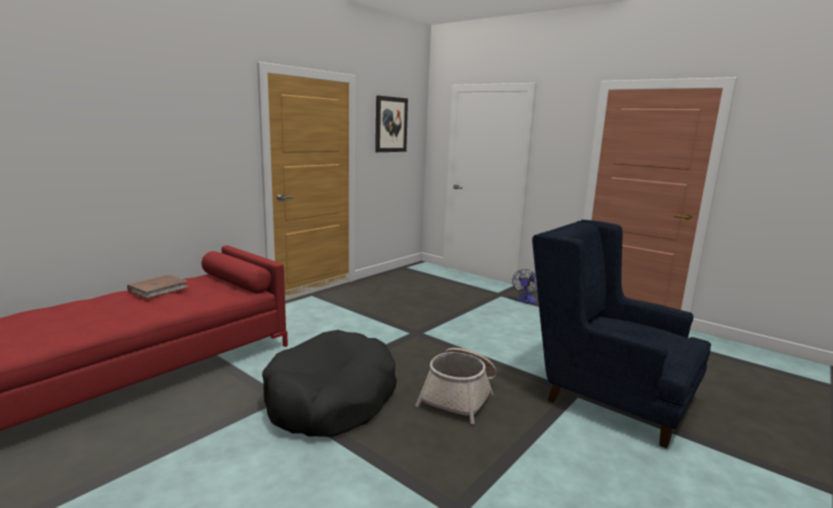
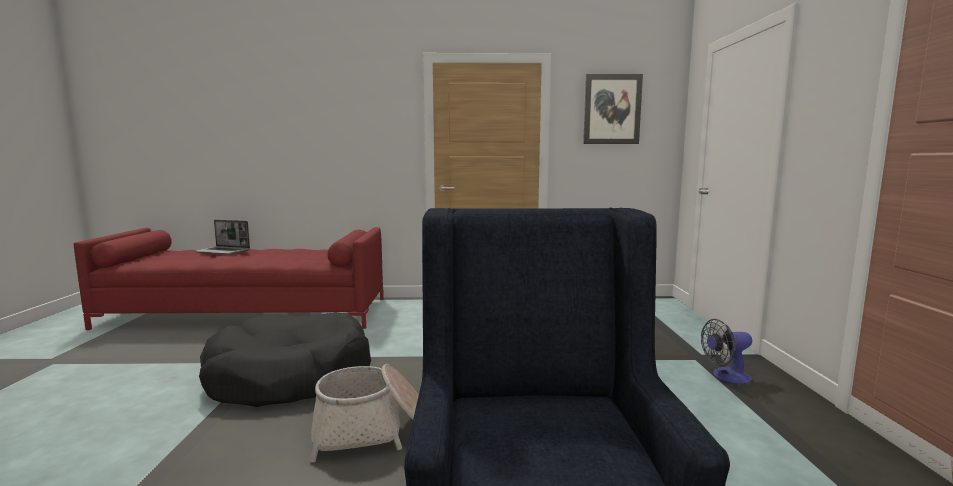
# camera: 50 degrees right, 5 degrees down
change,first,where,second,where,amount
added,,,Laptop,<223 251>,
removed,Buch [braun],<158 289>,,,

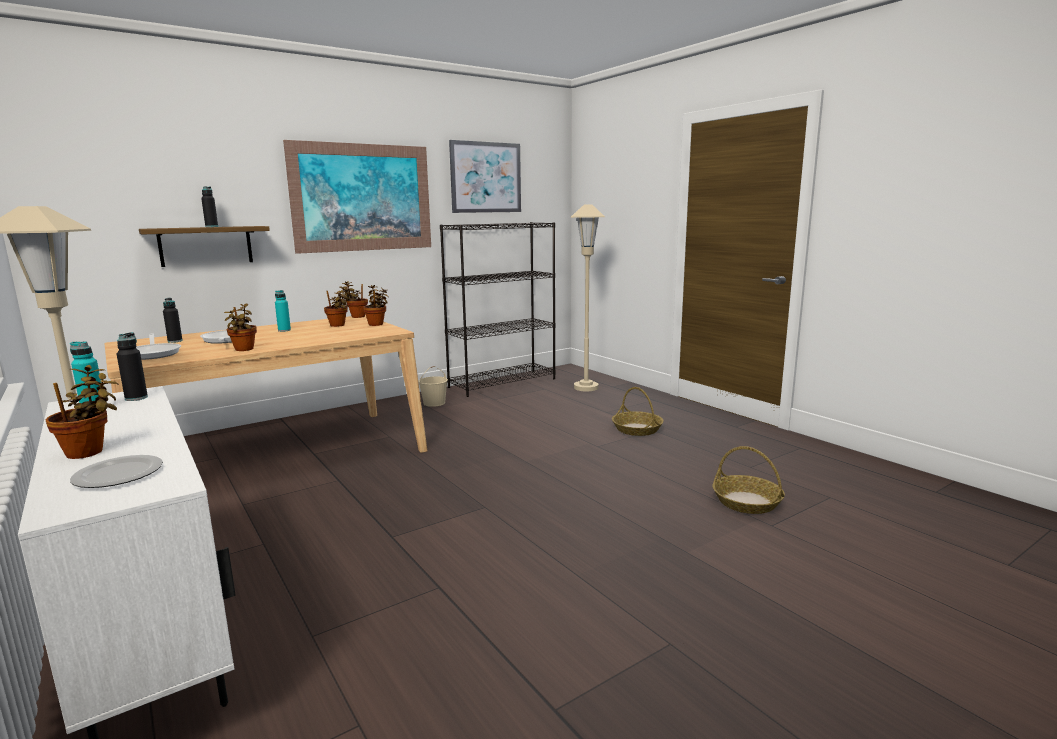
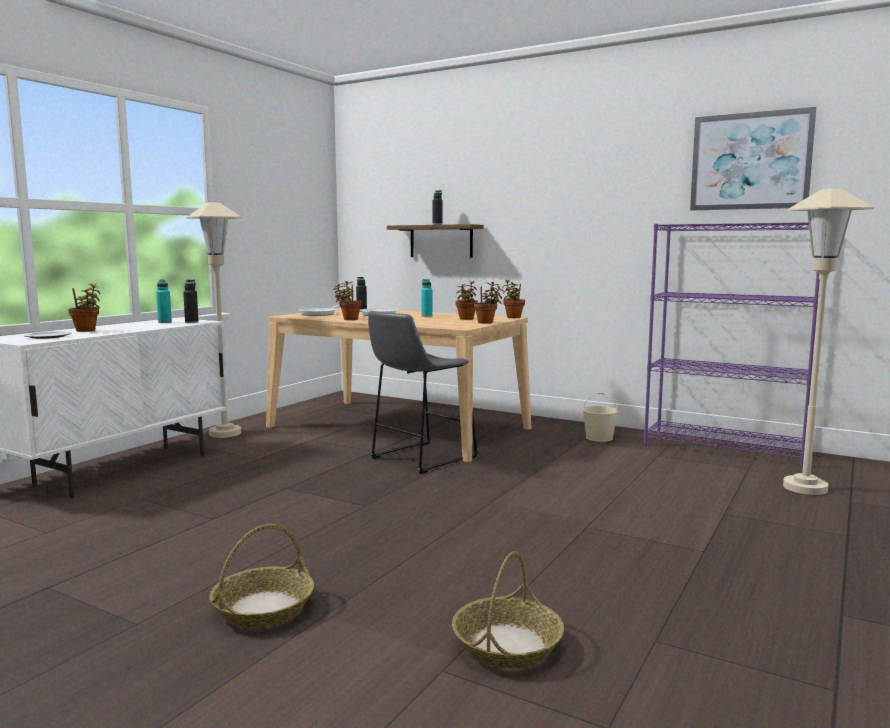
# camera: 65 degrees right, 5 degrees down
change,first,where,second,where,amount
moved,Korb,<636 429>,,<263 608>,
added,,,Hocker [grau],<419 458>,
recoloured,Bücherregal [schwarz],<503 383>,Bücherregal [lila],<725 448>,
removed,Bild,<362 198>,,,

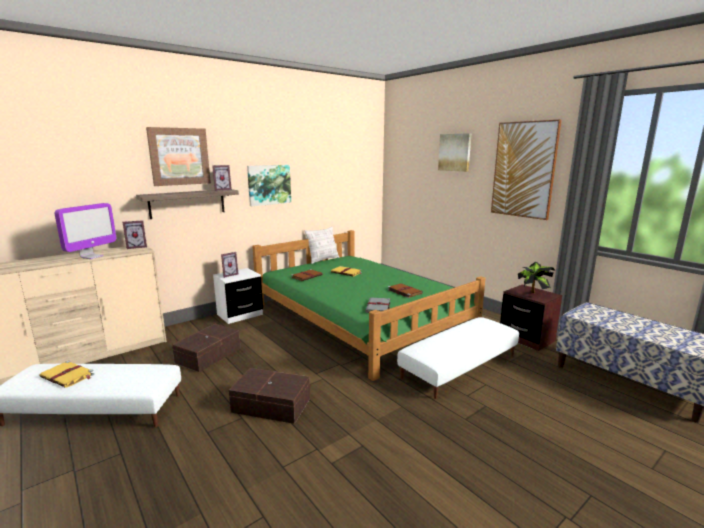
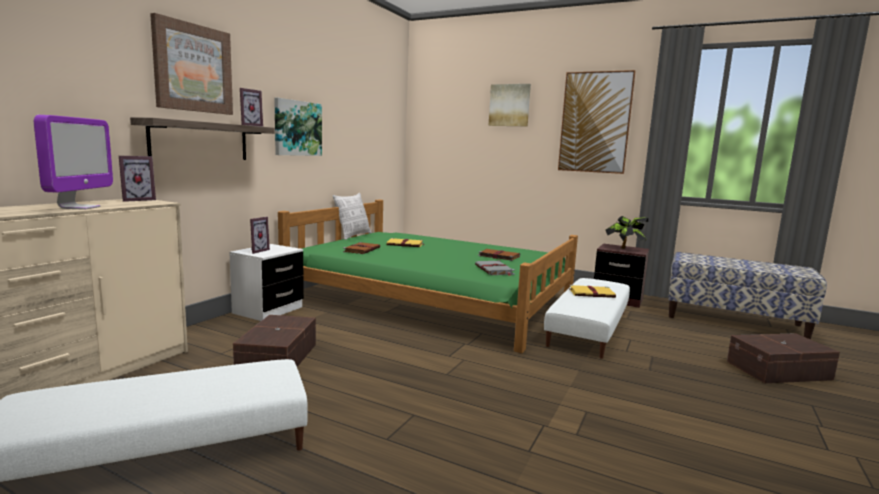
# camera: 25 degrees left, 5 degrees down
change,first,where,second,where,amount
moved,Buch [gelb],<68 376>,,<592 293>,
moved,Aufbewahrungsbox [braun],<271 405>,,<780 371>,

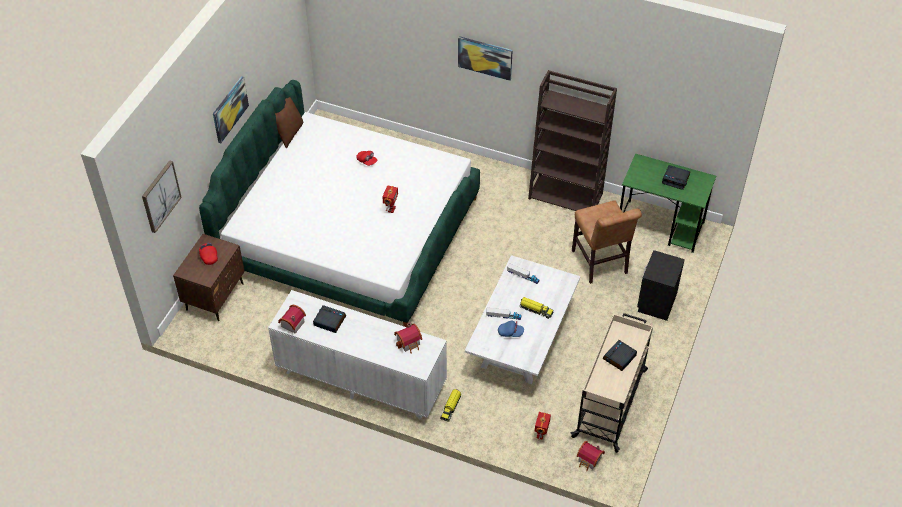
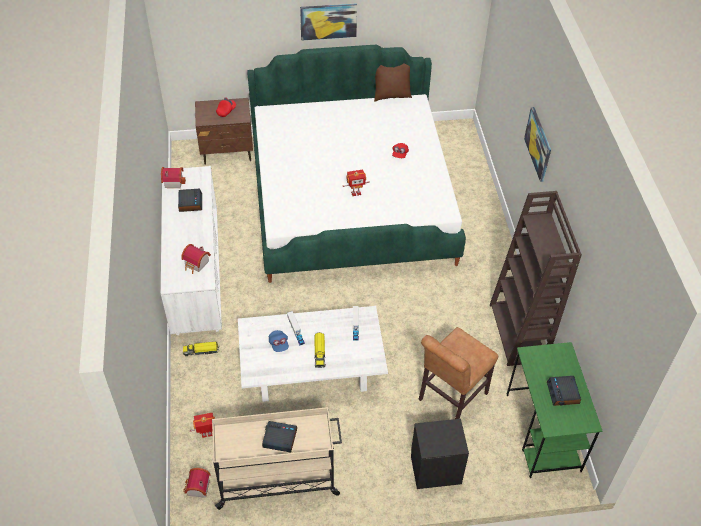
# camera: 60 degrees right, 0 degrees up
change,first,where,second,where,amount
removed,Bild,<160 196>,,,

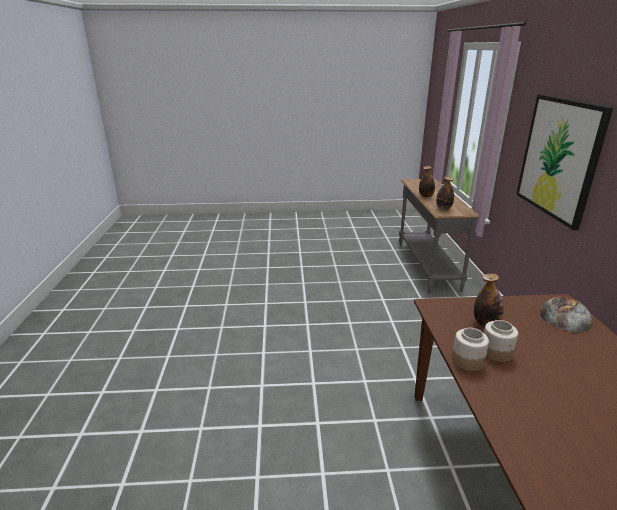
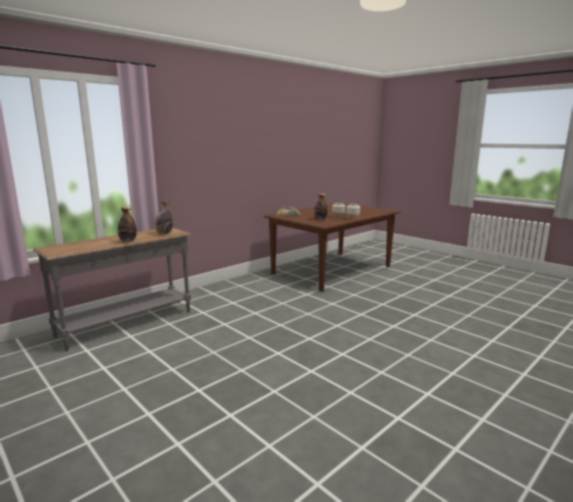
# camera: 130 degrees left, 10 degrees down
change,first,where,second,where,amount
removed,Bild,<559 158>,,,

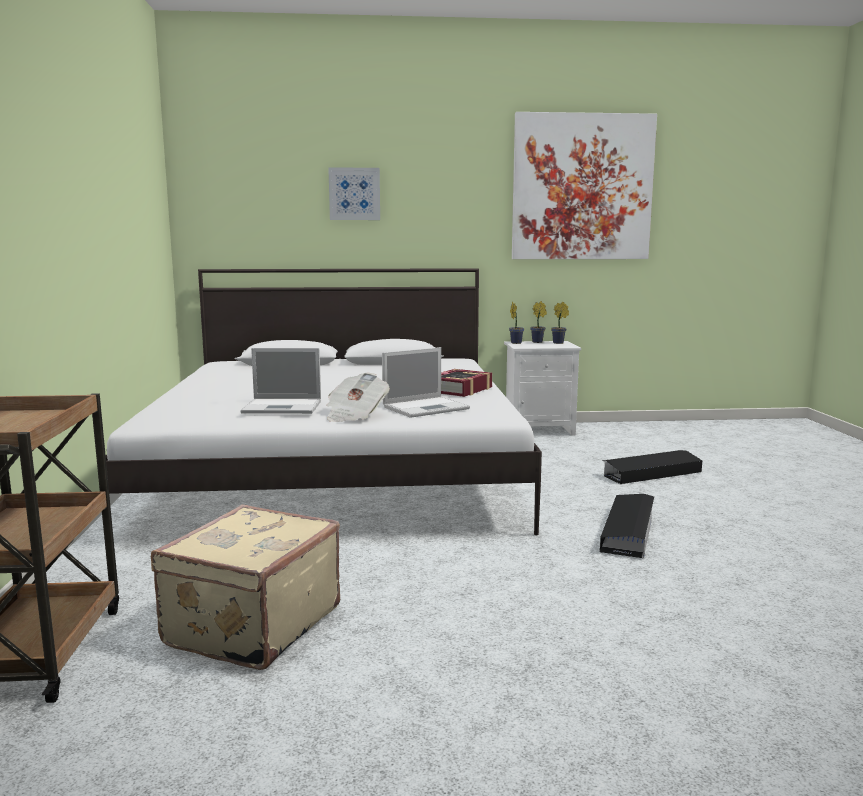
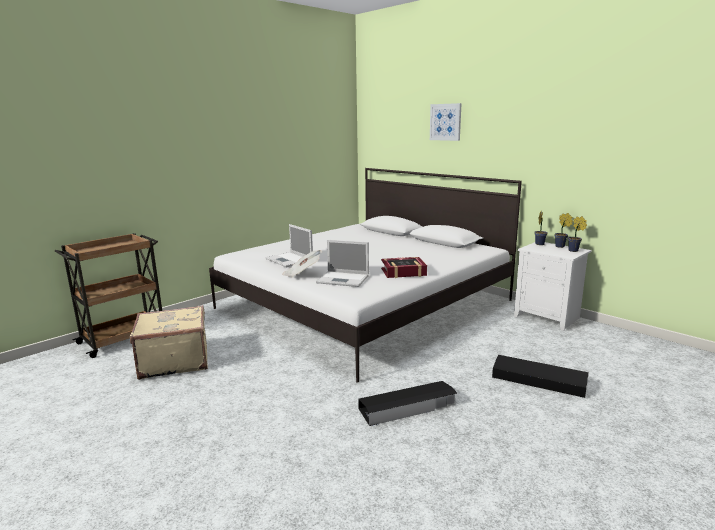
# camera: 50 degrees right, 5 degrees up
change,first,where,second,where,amount
removed,Bild,<582 187>,,,

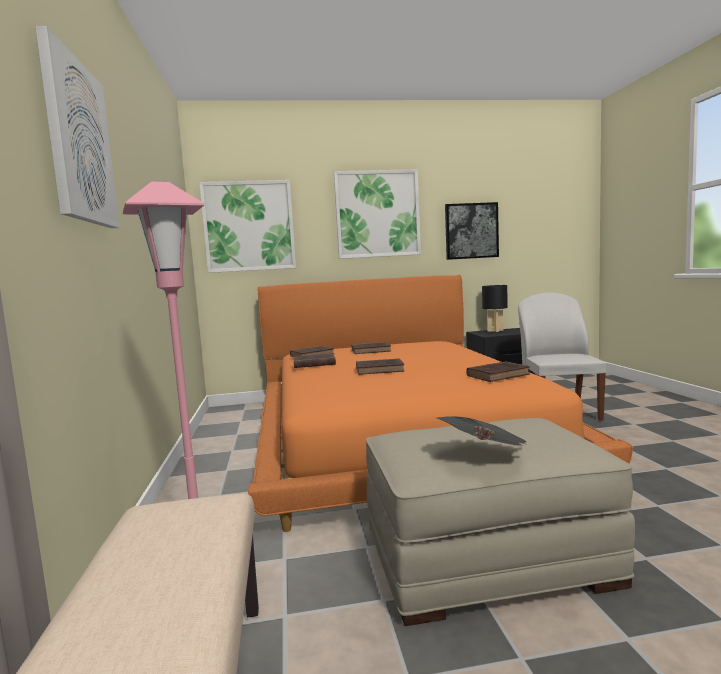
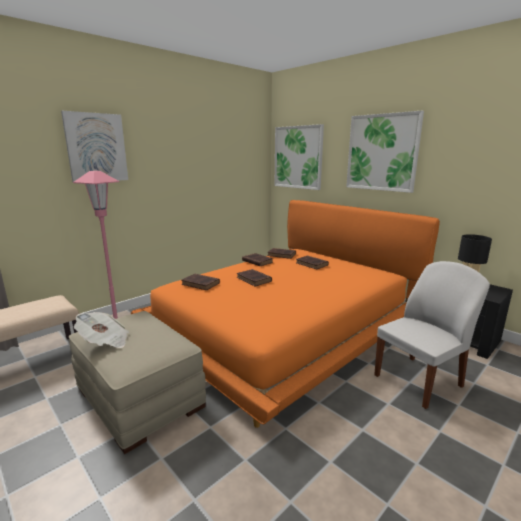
# camera: 55 degrees right, 10 degrees up
change,first,where,second,where,amount
moved,Buch [braun],<499 375>,,<201 284>,
removed,Bild,<471 231>,,,

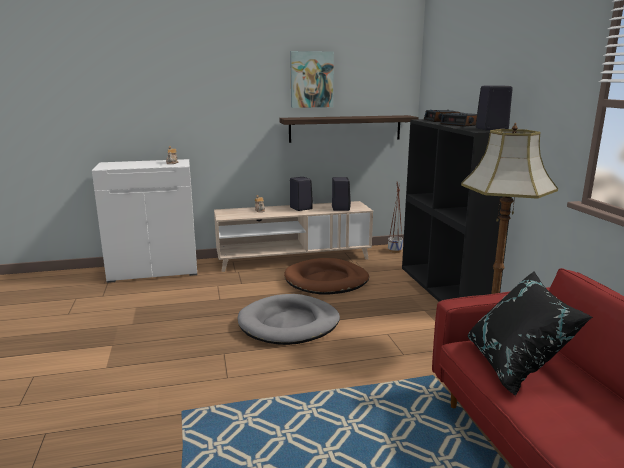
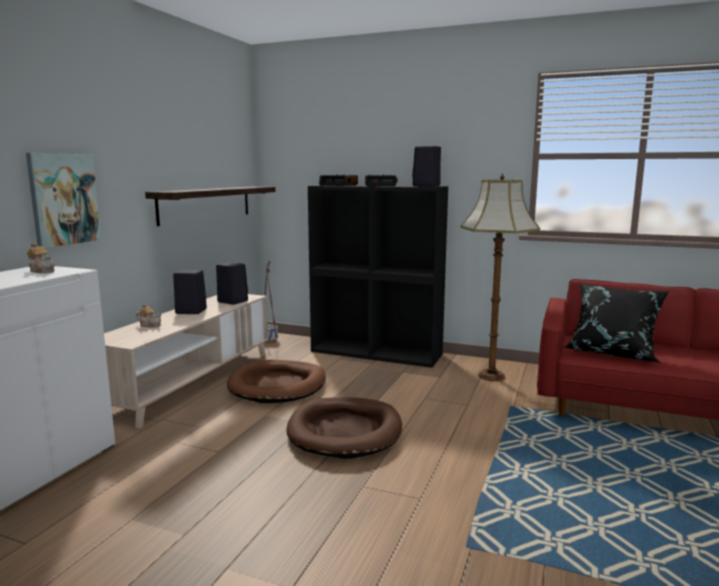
# camera: 55 degrees left, 5 degrees down
change,first,where,second,where,amount
moved,Bild,<311 79>,,<64 199>,
recoloured,Hundebett [grau],<289 323>,Hundebett [braun],<345 431>,

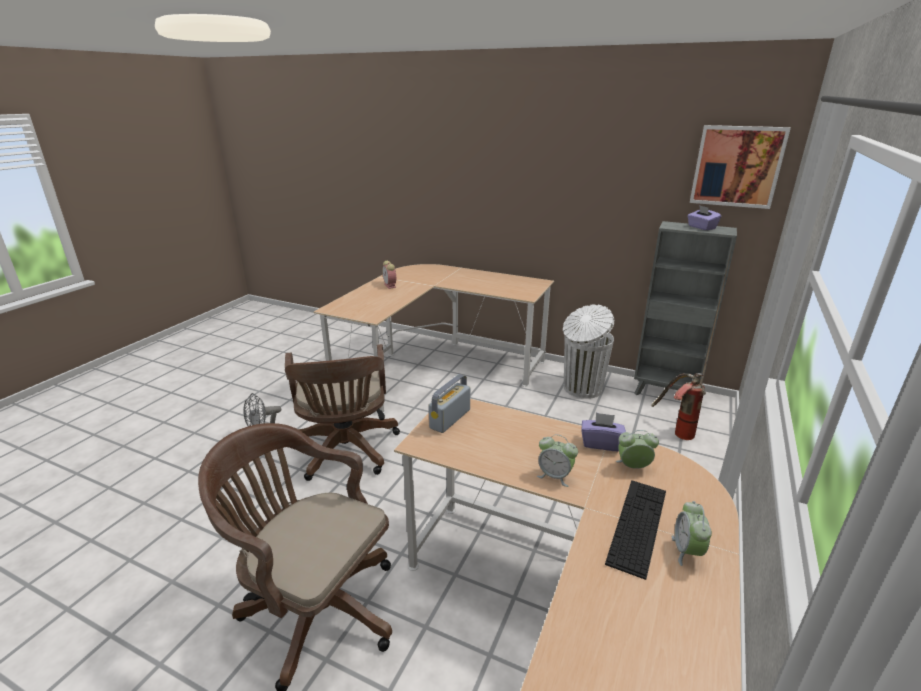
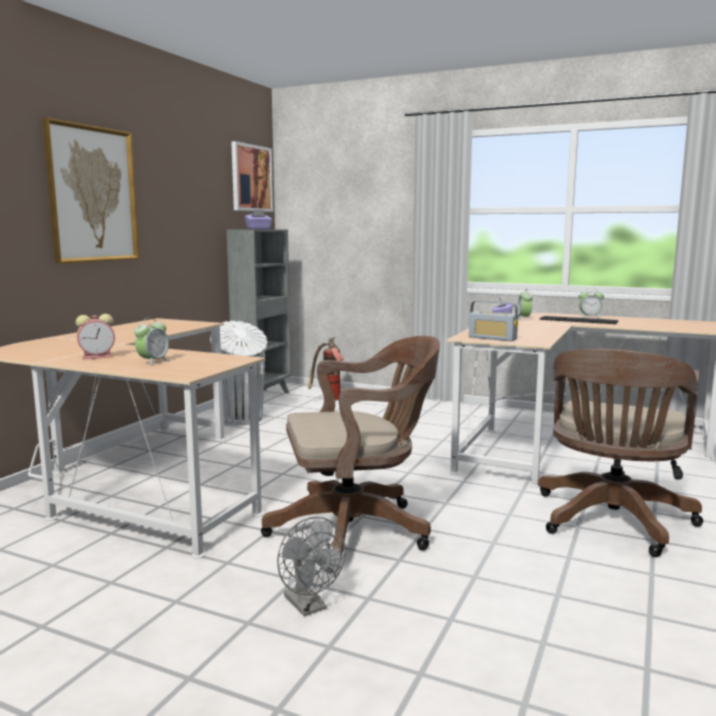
# camera: 90 degrees left, 15 degrees down
change,first,where,second,where,amount
added,,,Bild,<92 194>,
moved,Wecker,<555 476>,,<153 362>,

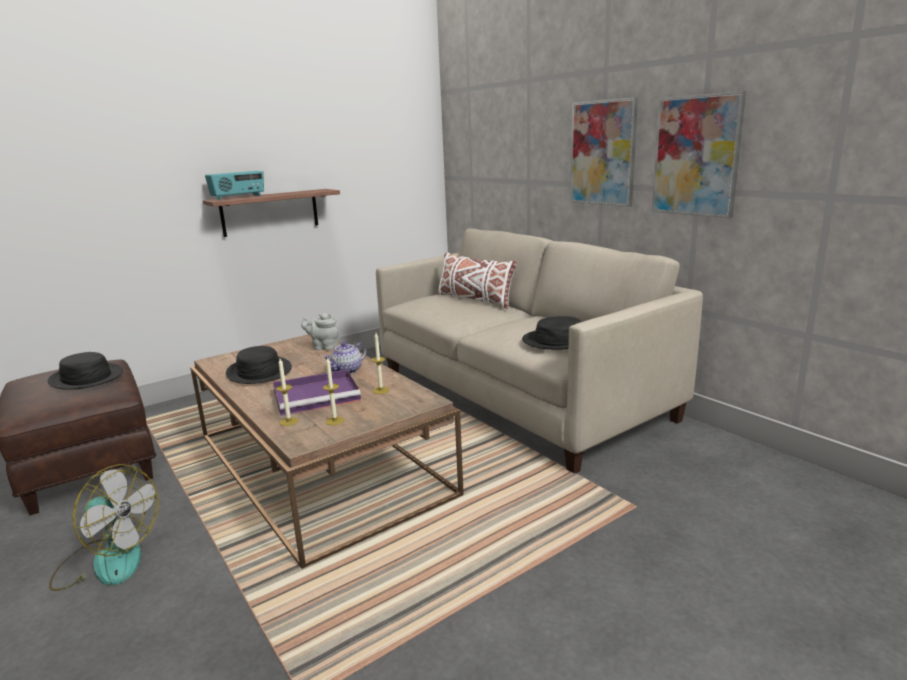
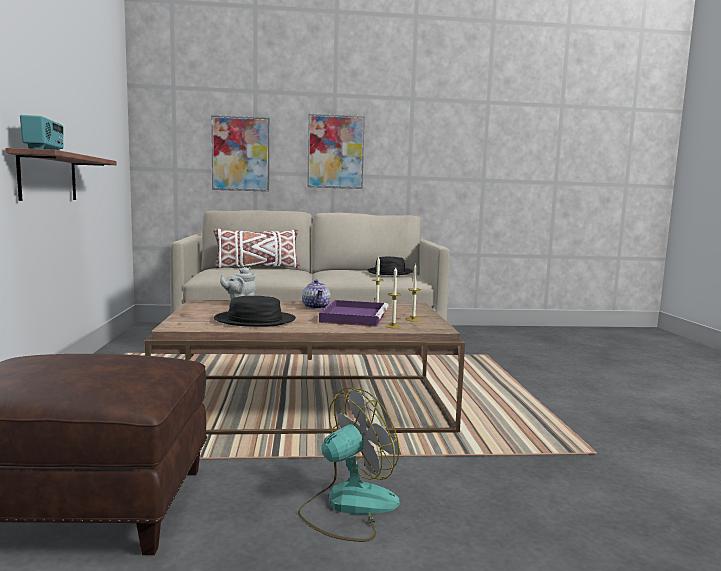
# camera: 60 degrees left, 10 degrees down
change,first,where,second,where,amount
moved,Bild,<696 156>,,<240 154>,
removed,Hut [schwarz],<86 378>,,,

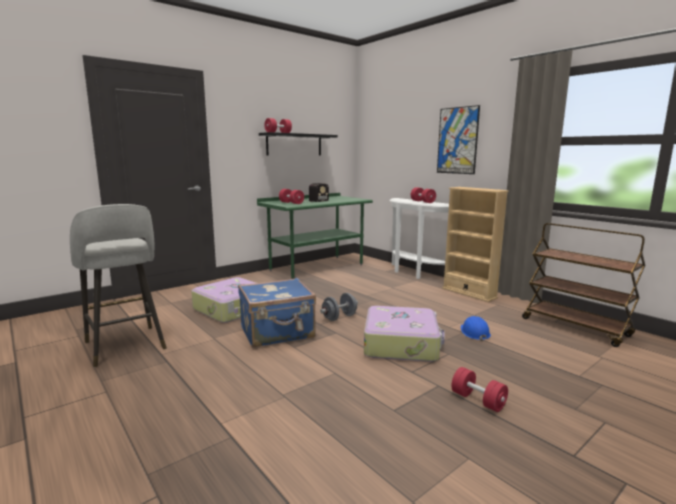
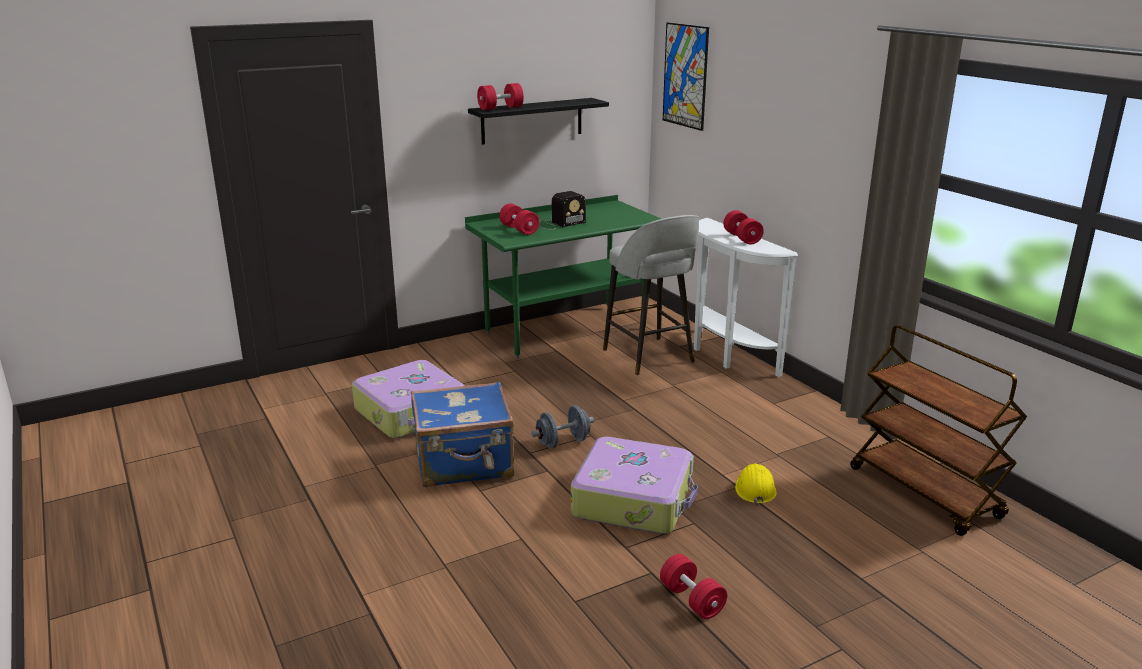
# camera: 10 degrees right, 10 degrees up
change,first,where,second,where,amount
moved,Hocker [grau],<125 346>,,<649 357>,
moved,Bild,<457 140>,,<685 76>,
recoloured,Schutzhelm [blau],<474 332>,Schutzhelm [gelb],<755 489>,
removed,Bücherregal [beige],<469 293>,,,

